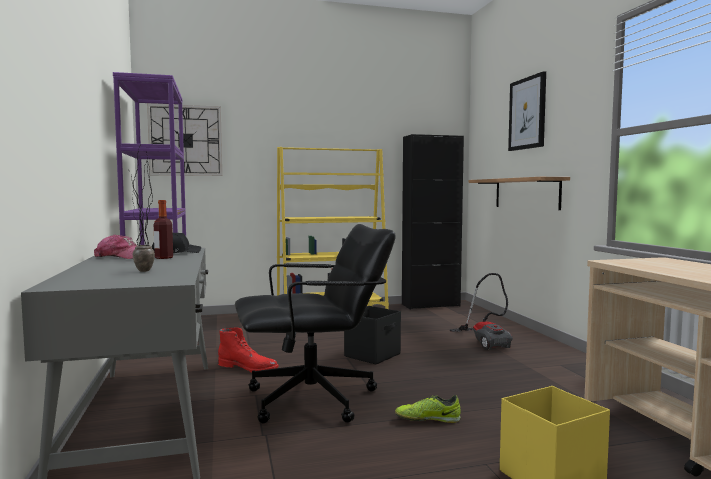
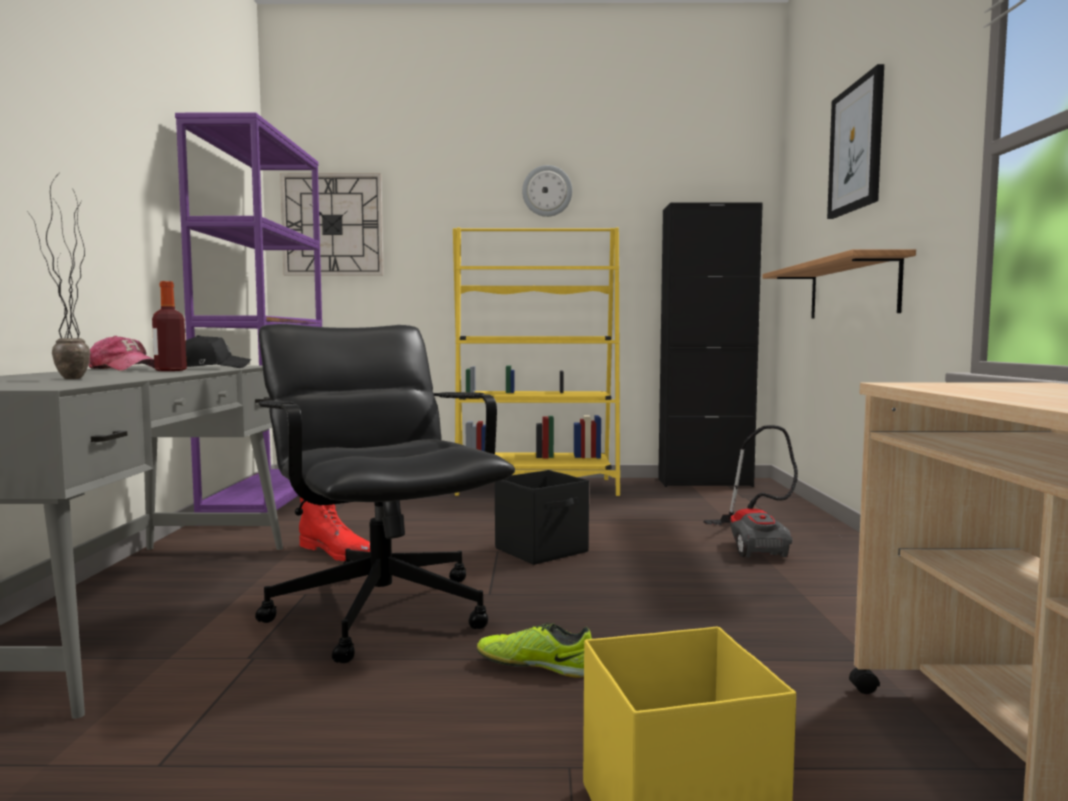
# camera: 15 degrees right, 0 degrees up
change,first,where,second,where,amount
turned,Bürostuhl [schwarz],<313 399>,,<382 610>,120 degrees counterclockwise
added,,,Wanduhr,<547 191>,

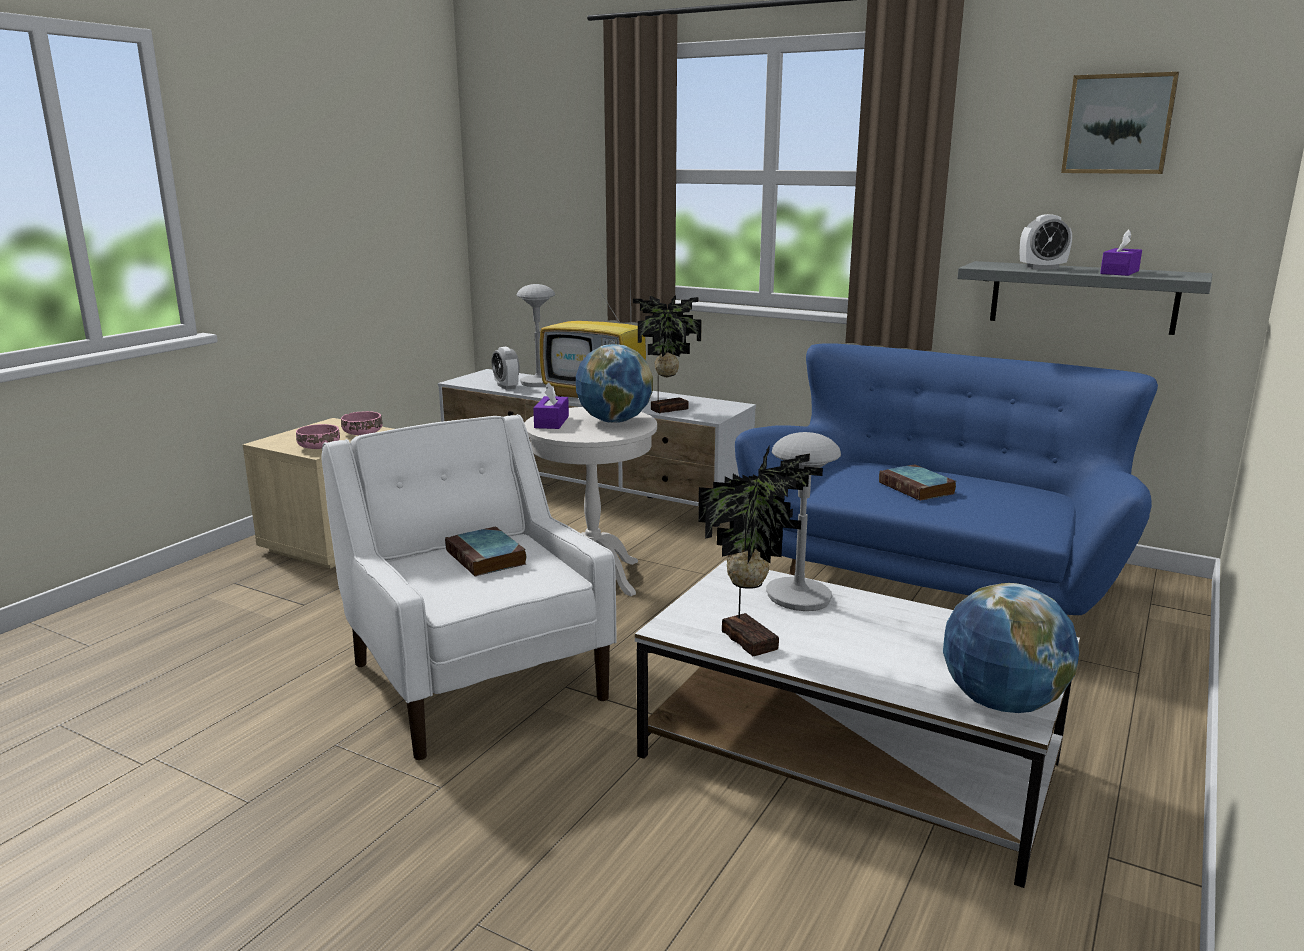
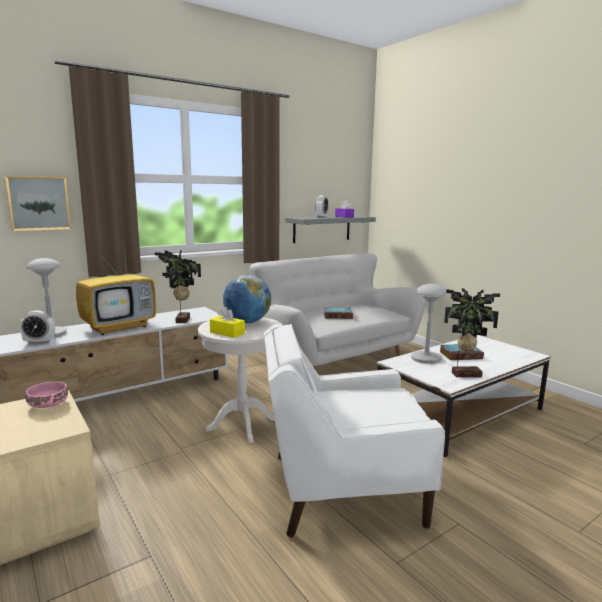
# camera: 65 degrees left, 5 degrees down
change,first,where,second,where,amount
moved,Bild,<1118 124>,,<38 203>,
recoloured,Taschentuchbox [lila],<551 422>,Taschentuchbox [gelb],<227 333>,
recoloured,Sofa [blau],<934 587>,Sofa [weiß],<333 359>,
moved,Buch,<487 558>,,<461 355>,
removed,Schüssel [rosa],<320 447>,,,
removed,Globus,<1001 703>,,,

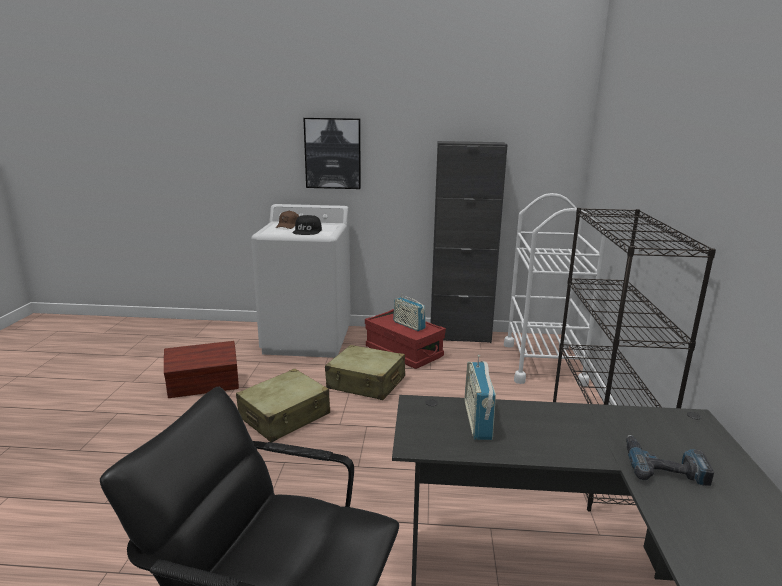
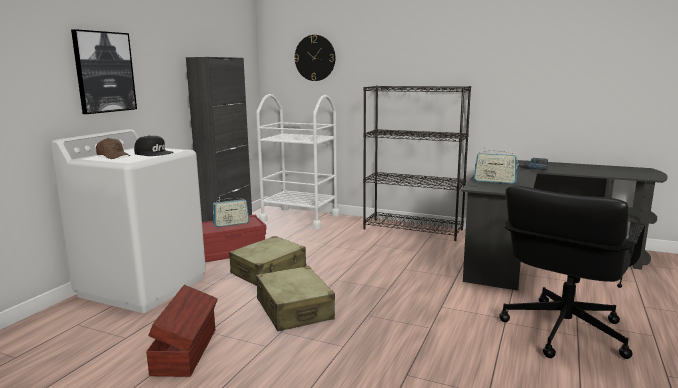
# camera: 70 degrees left, 5 degrees down
change,first,where,second,where,amount
added,,,Wanduhr,<315 58>,

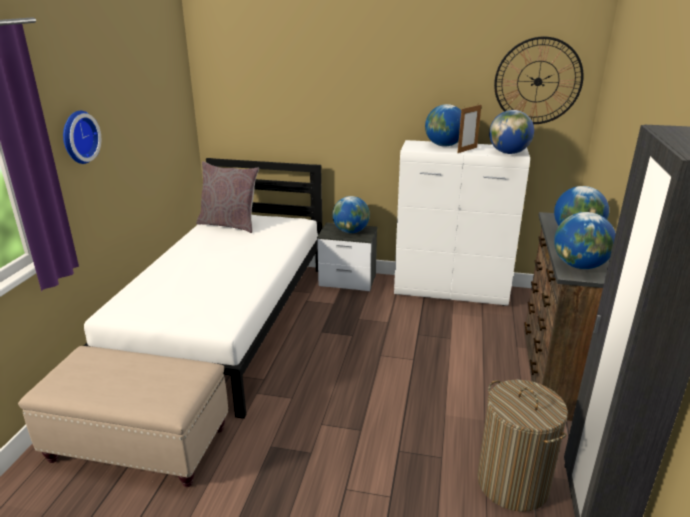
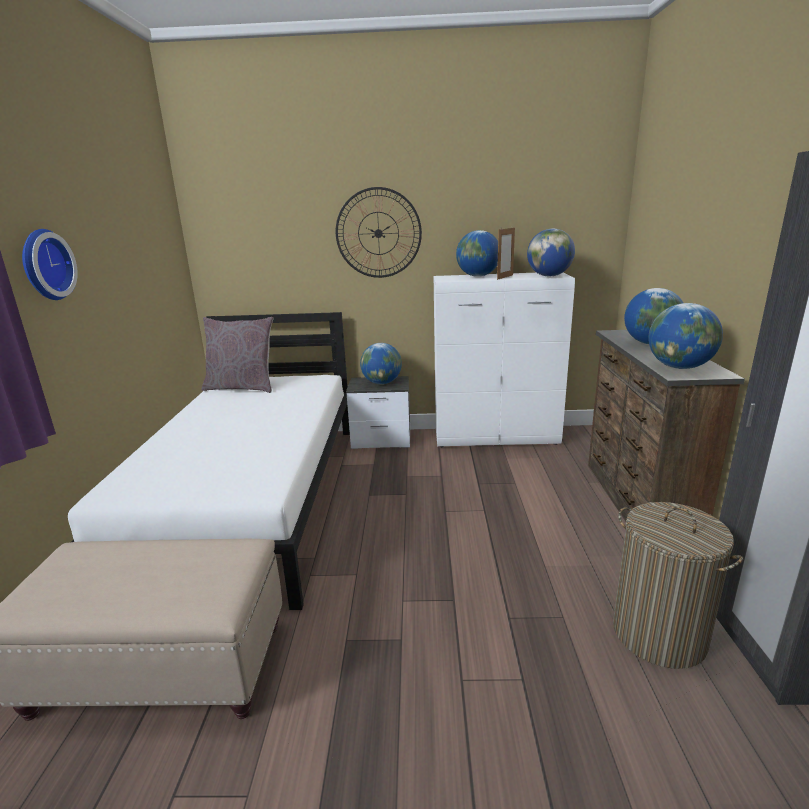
# camera: 10 degrees left, 5 degrees down
change,first,where,second,where,amount
moved,Wanduhr,<538 81>,,<378 233>,

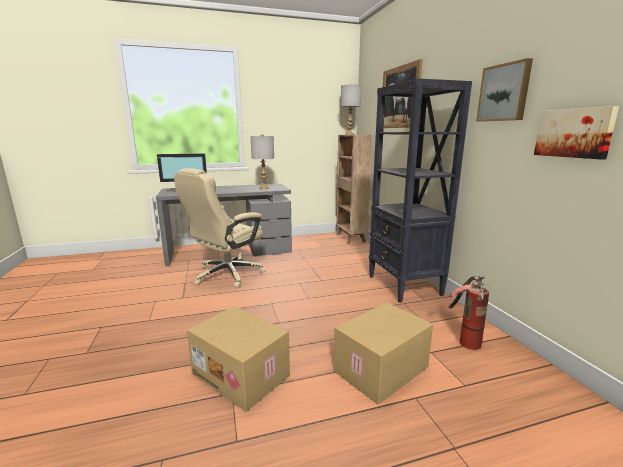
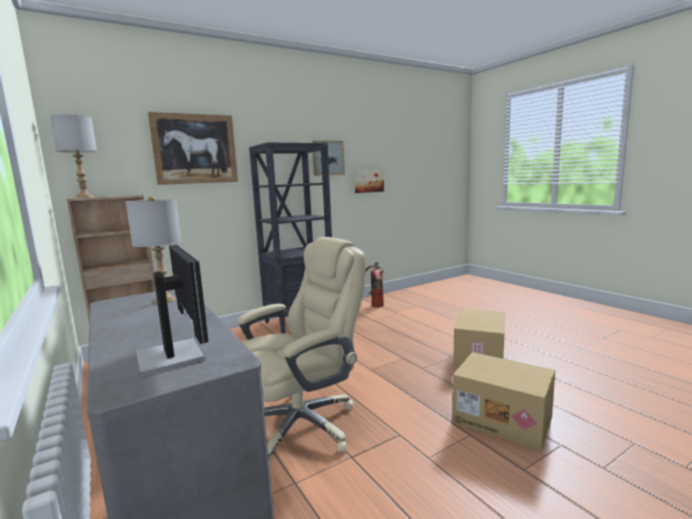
# camera: 105 degrees left, 5 degrees down
change,first,where,second,where,amount
turned,Bürostuhl [beige],<226 274>,,<303 425>,60 degrees counterclockwise
moved,Karton,<381 370>,,<503 419>,

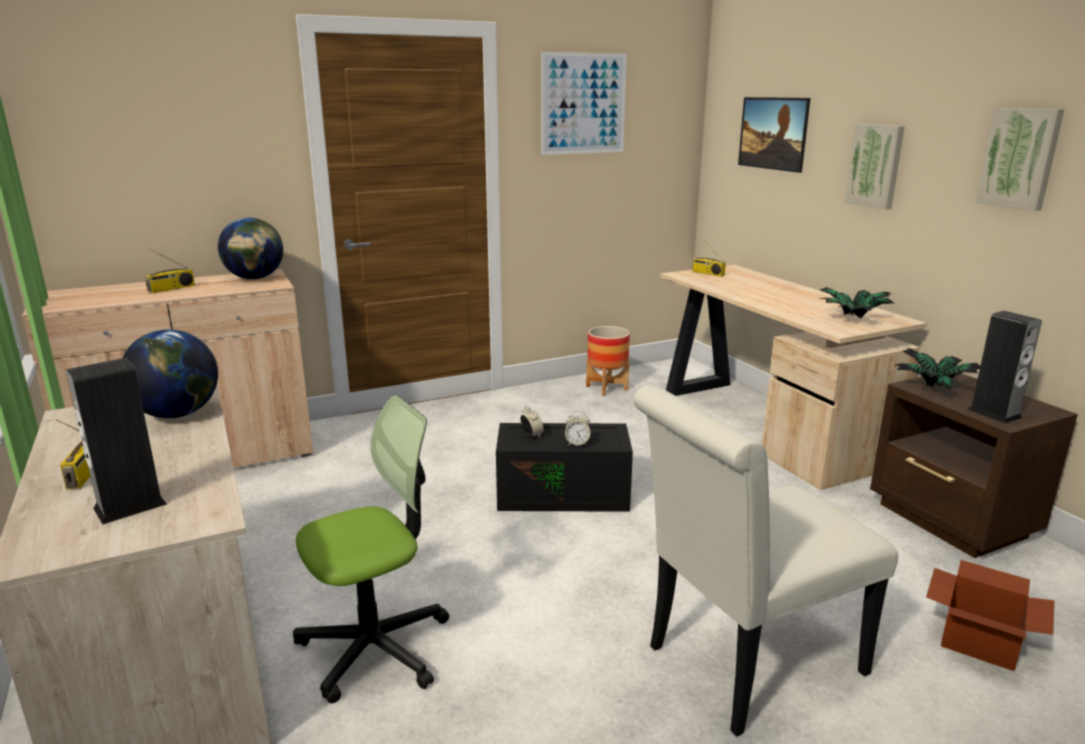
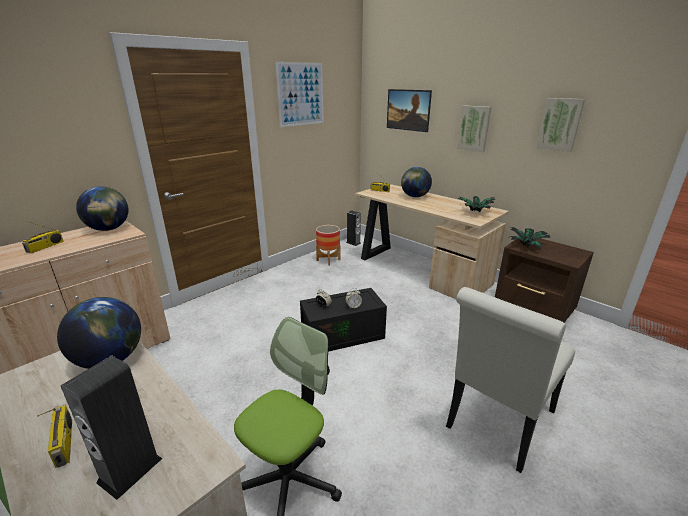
# camera: 20 degrees left, 5 degrees up
change,first,where,second,where,amount
moved,Lautsprecher,<994 413>,,<353 243>,
added,,,Globus,<414 196>,
removed,Karton,<981 639>,,,

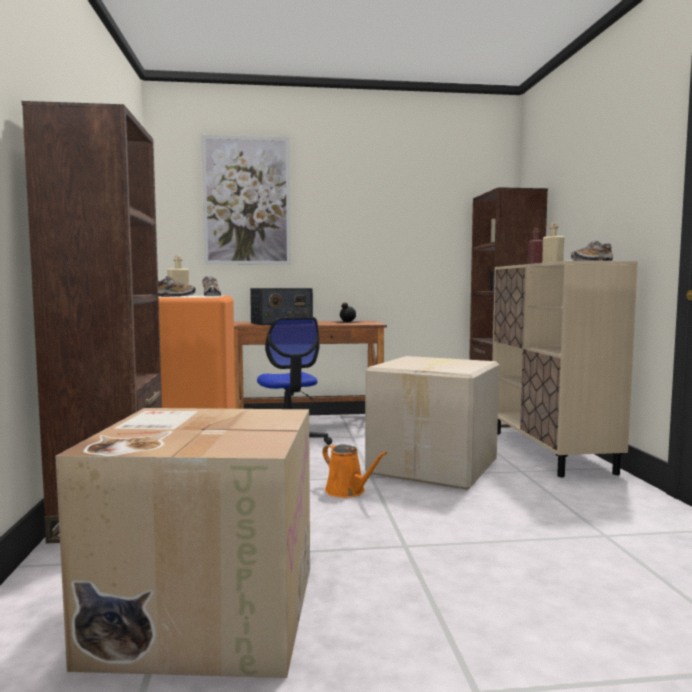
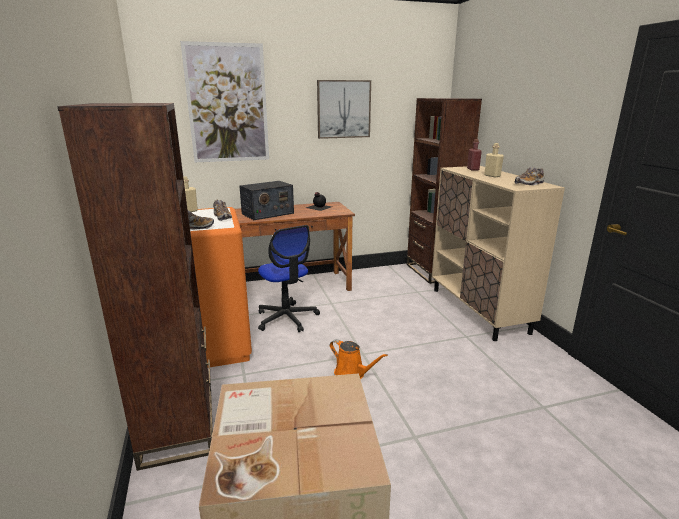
# camera: 10 degrees left, 15 degrees up
change,first,where,second,where,amount
added,,,Bild,<343 109>,
removed,Karton,<435 466>,,,

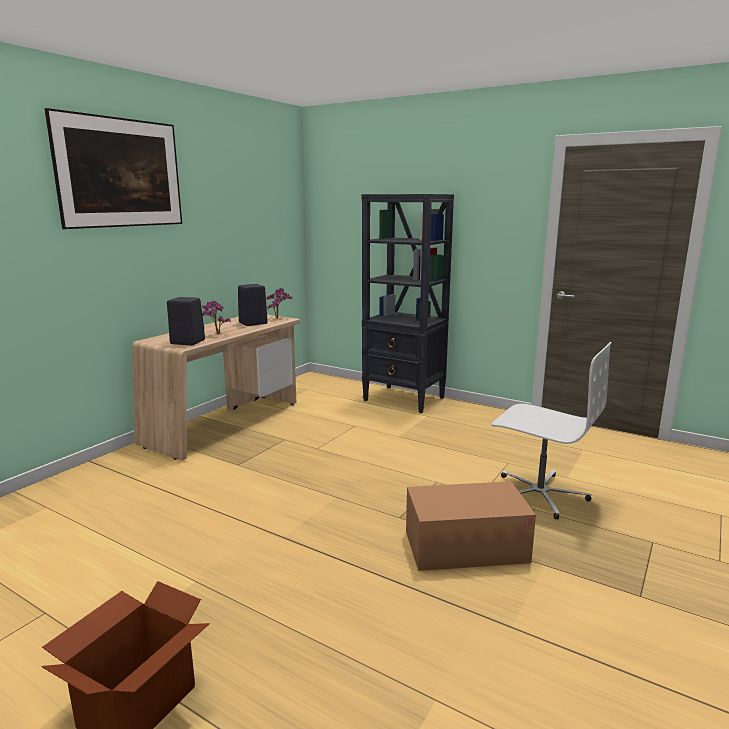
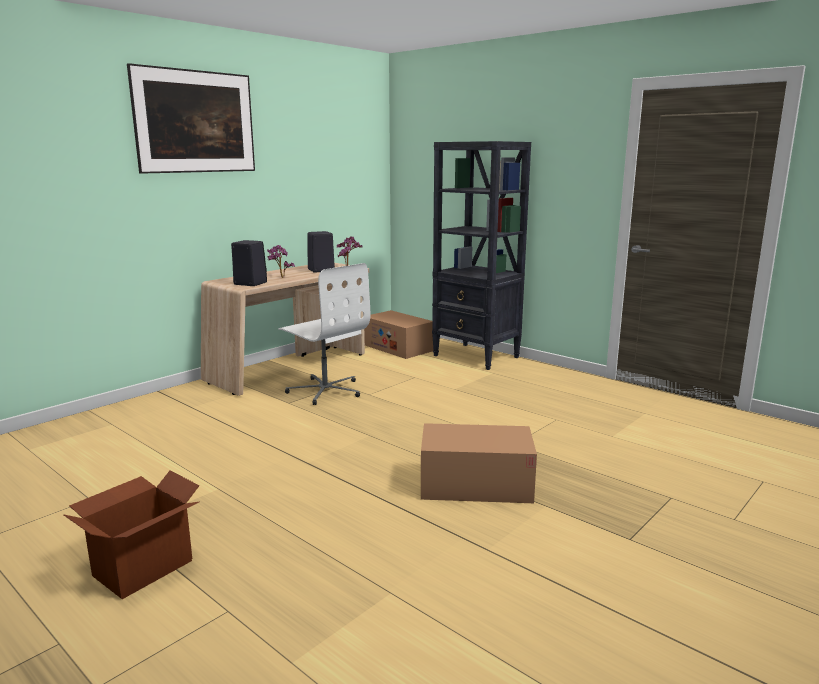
# camera: 10 degrees right, 0 degrees up
change,first,where,second,where,amount
moved,Bürostuhl [weiß],<539 494>,,<325 390>,
added,,,Karton,<398 347>,

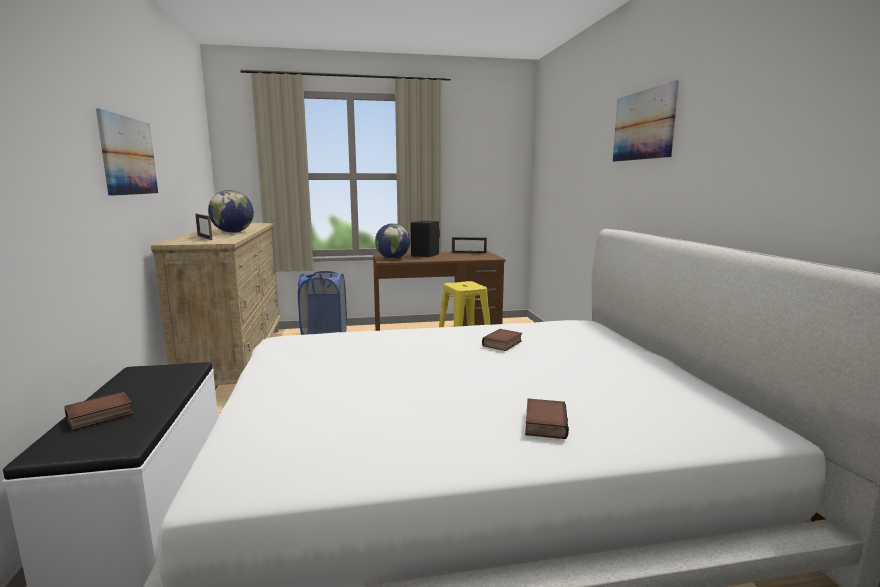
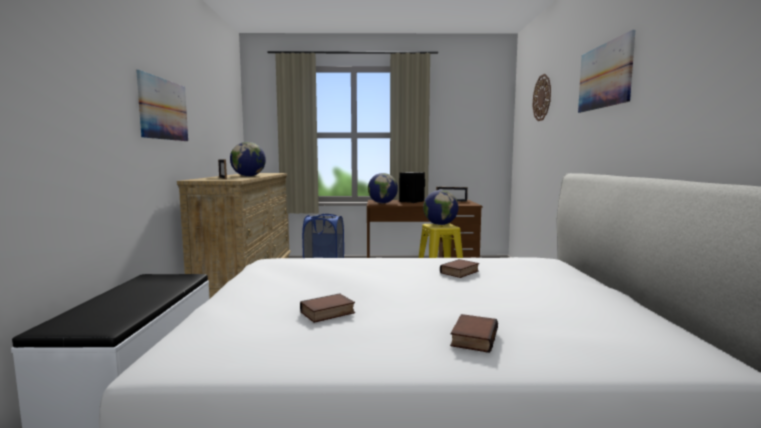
# camera: 10 degrees right, 5 degrees down
change,first,where,second,where,amount
moved,Buch,<99 417>,,<327 313>,
added,,,Globus,<440 224>,
added,,,Wanduhr,<542 98>,

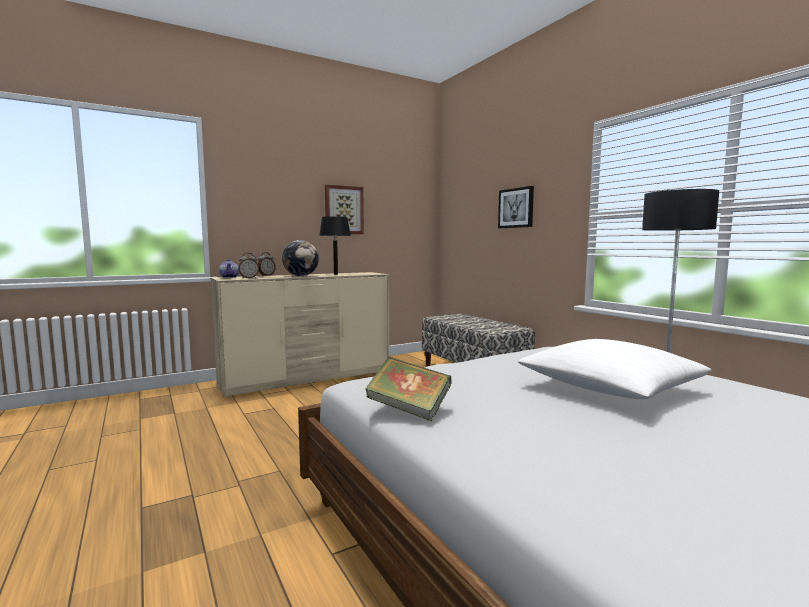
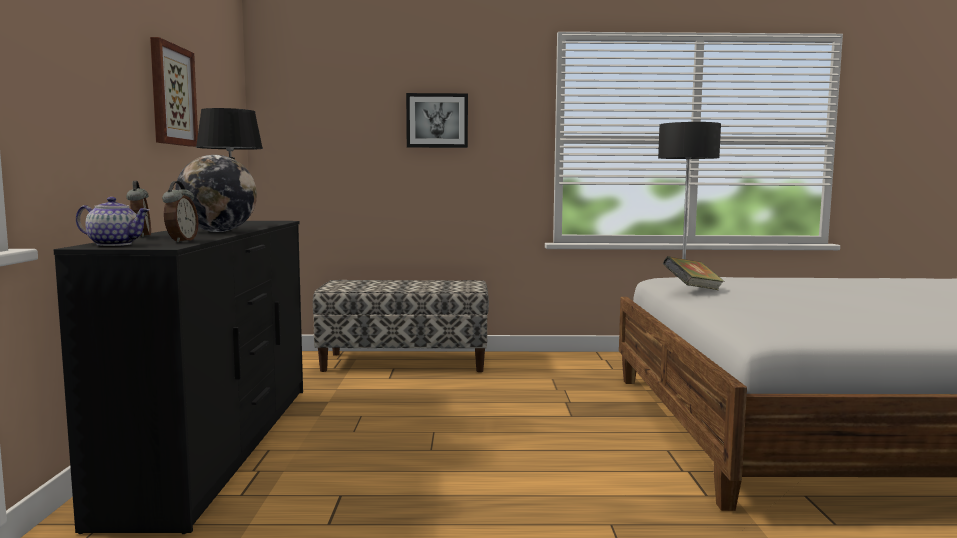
# camera: 60 degrees left, 0 degrees up
change,first,where,second,where,amount
recoloured,Kommode [beige],<308 378>,Kommode [schwarz],<220 445>,
moved,Buch,<409 410>,,<692 290>,
removed,Kissen [weiß],<610 388>,,,

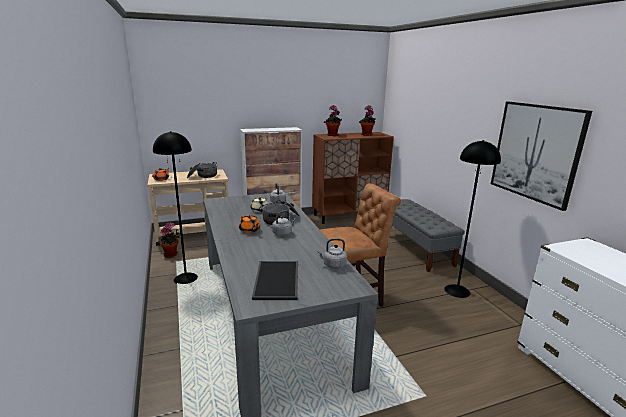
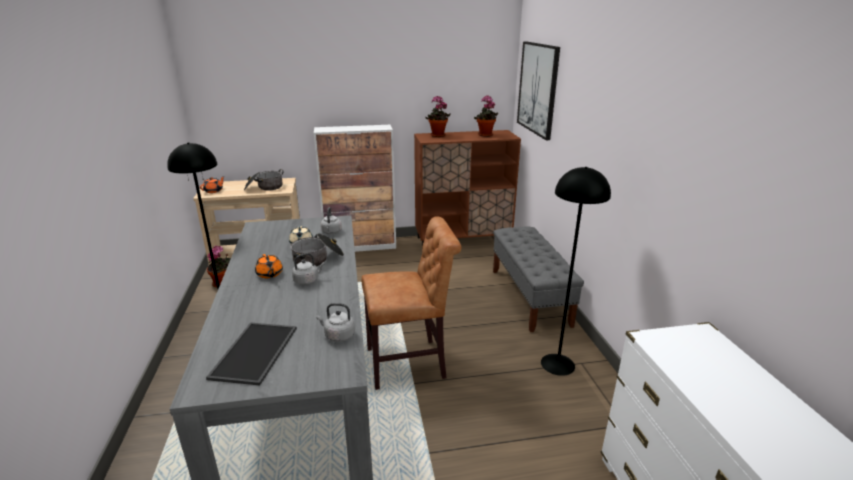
# camera: 10 degrees right, 5 degrees up
change,first,where,second,where,amount
moved,Bild,<535 152>,,<538 88>,

